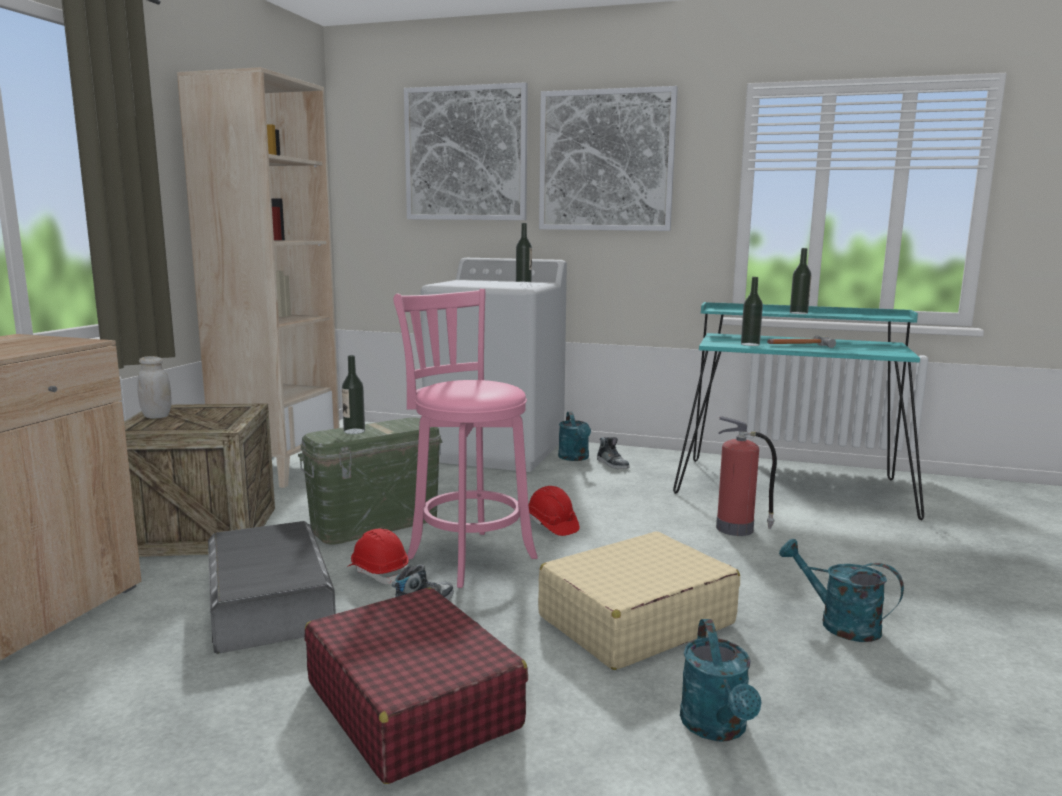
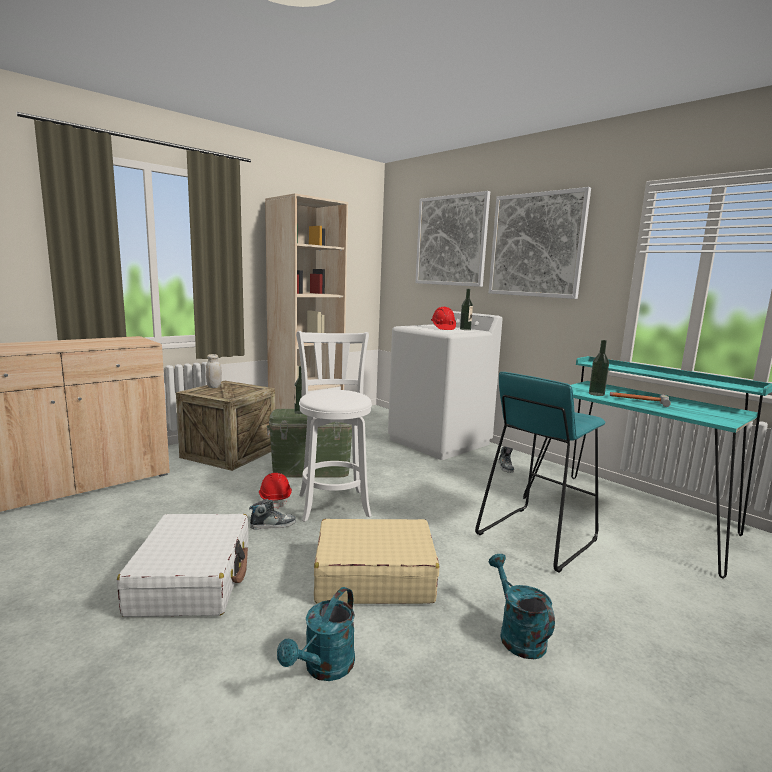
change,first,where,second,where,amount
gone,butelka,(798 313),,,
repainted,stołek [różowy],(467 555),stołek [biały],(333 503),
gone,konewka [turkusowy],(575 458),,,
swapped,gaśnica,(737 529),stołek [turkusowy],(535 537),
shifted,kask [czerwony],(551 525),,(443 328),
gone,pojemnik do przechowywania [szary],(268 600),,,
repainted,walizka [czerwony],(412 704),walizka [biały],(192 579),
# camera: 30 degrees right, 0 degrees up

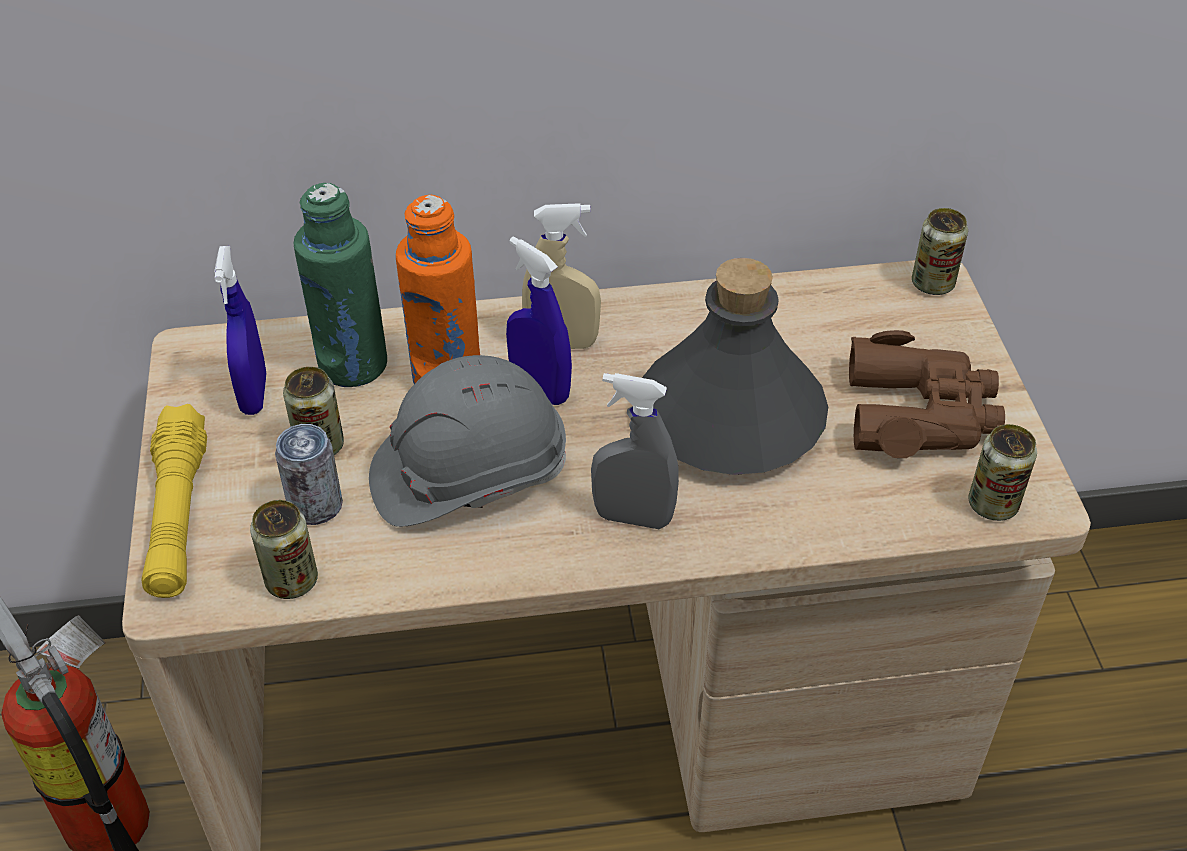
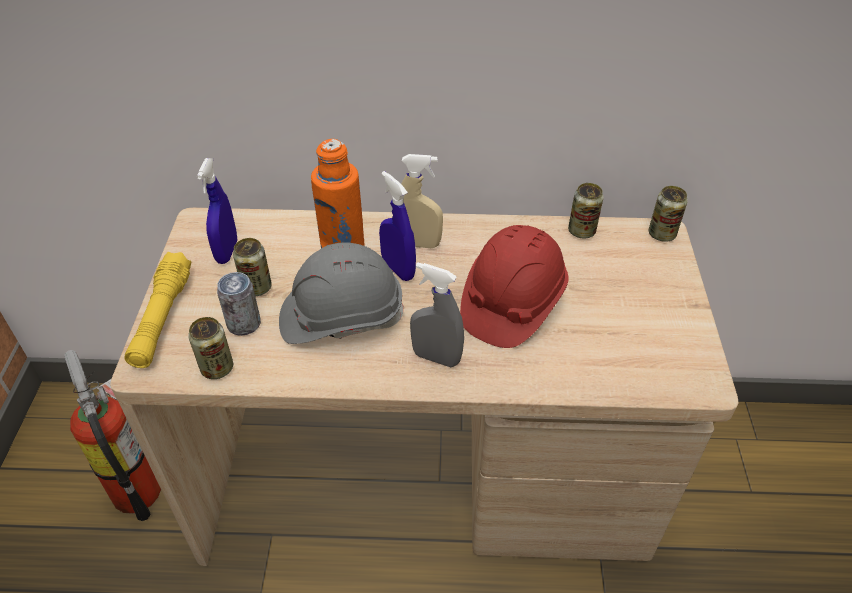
change,first,where,second,where,amount
gone,butelka [zielony],(353 365),,,
swapped,butelka [szary],(728 418),kask [czerwony],(511 303),
gone,lornetka [brązowy],(920 413),,,
shifted,puszka,(993 504),,(581 231),
# camera: 10 degrees right, 0 degrees up

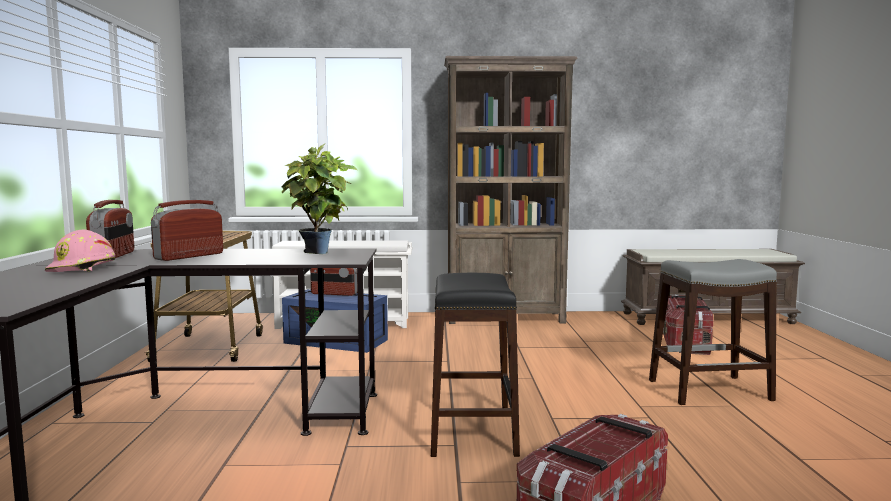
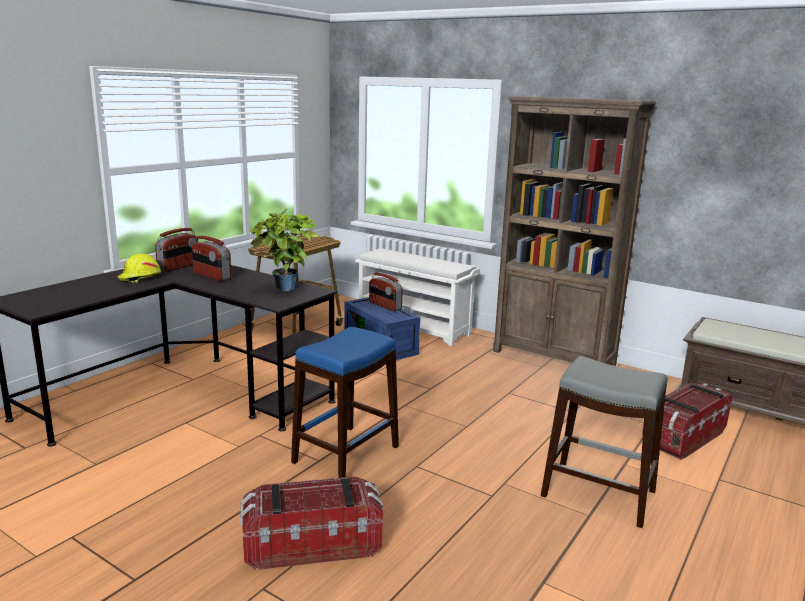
change,first,where,second,where,amount
rotated,radio,(189 256),,(211 276),120 degrees counterclockwise
repainted,kask [różowy],(83 268),kask [żółty],(140 278),
repainted,stołek [czarny],(473 431),stołek [niebieski],(347 454),
# camera: 35 degrees right, 10 degrees up

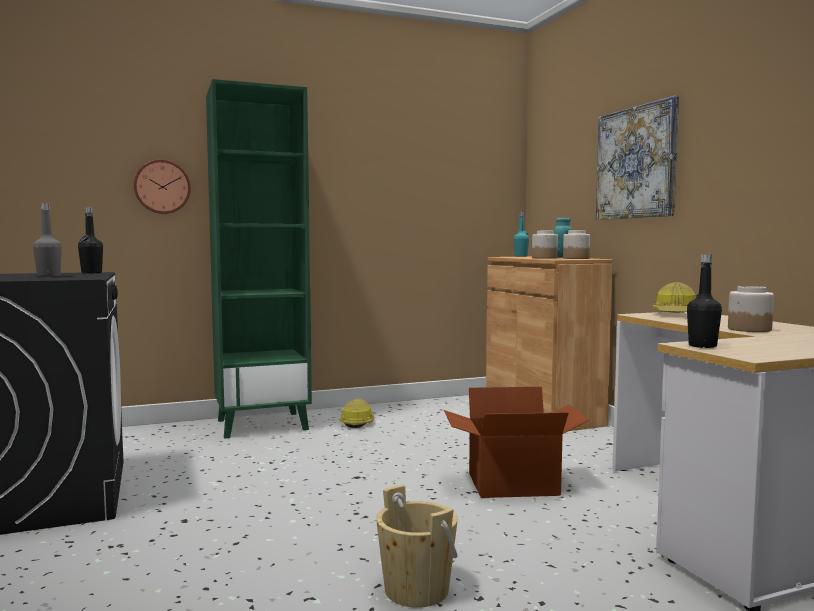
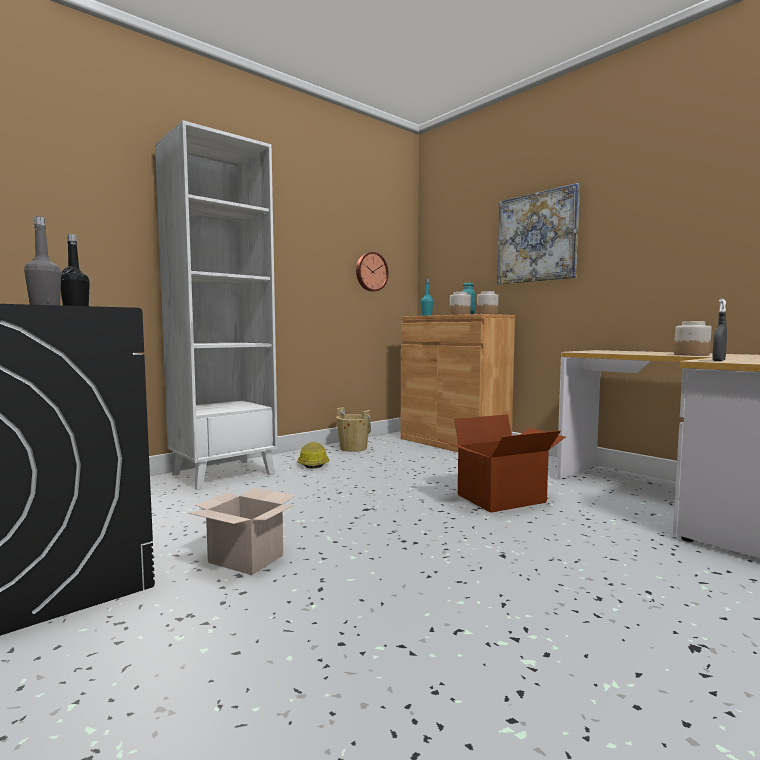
change,first,where,second,where,amount
repainted,regał [zielony],(263 424),regał [biały],(223 474),
shifted,zegar ścienny,(162 187),,(371 272),
swapped,butelka [czarny],(702 346),spryskiwacz [szary],(718 360),
gone,kask,(676 314),,,
shifted,wiadro [beżowy],(416 590),,(353 448),
new,,,karton,(248 559),
# camera: 20 degrees left, 0 degrees up

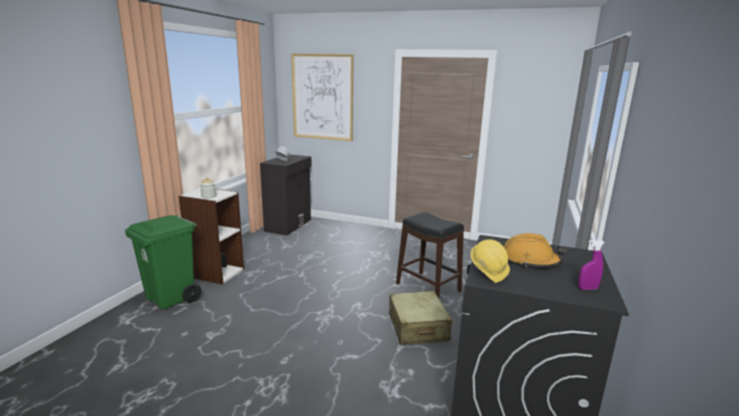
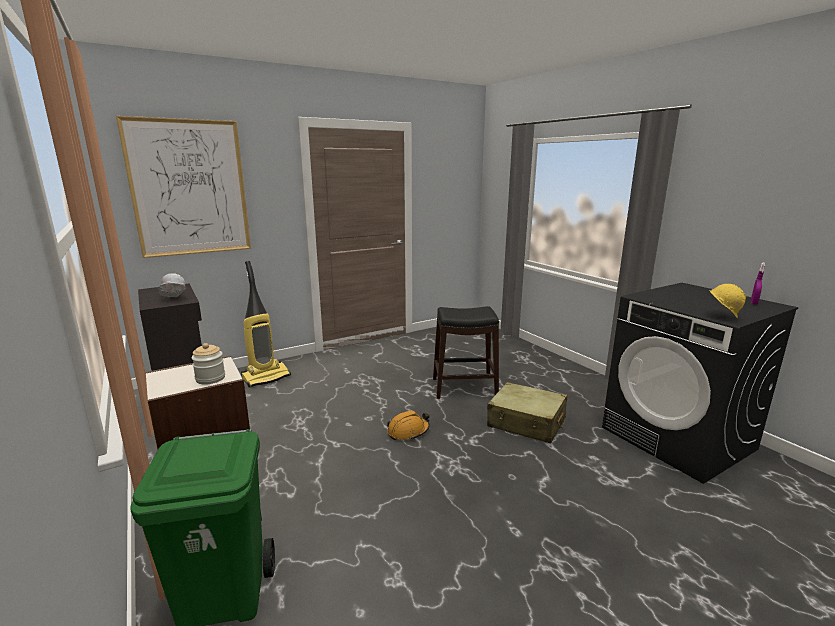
change,first,where,second,where,amount
shifted,kask [pomarańczowy],(530 260),,(408 431),
new,,,odkurzacz,(266 377),
# camera: 50 degrees left, 0 degrees up

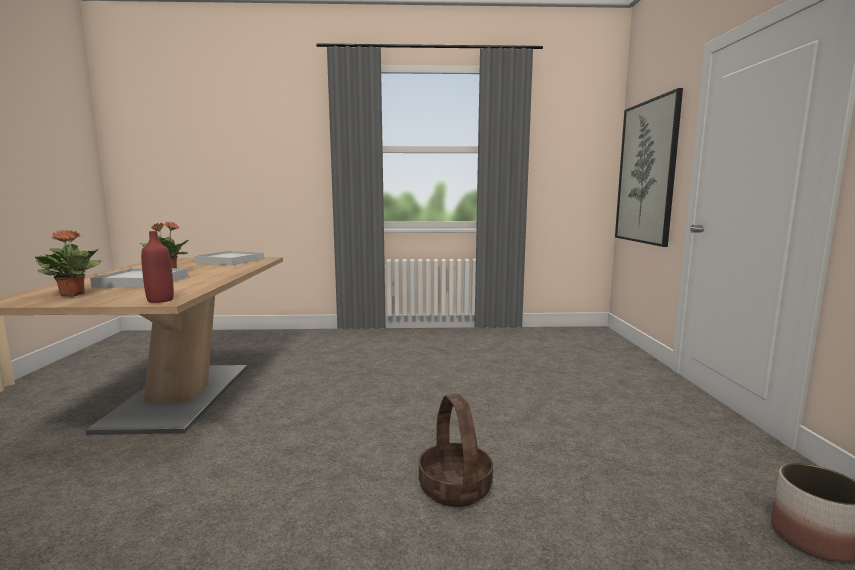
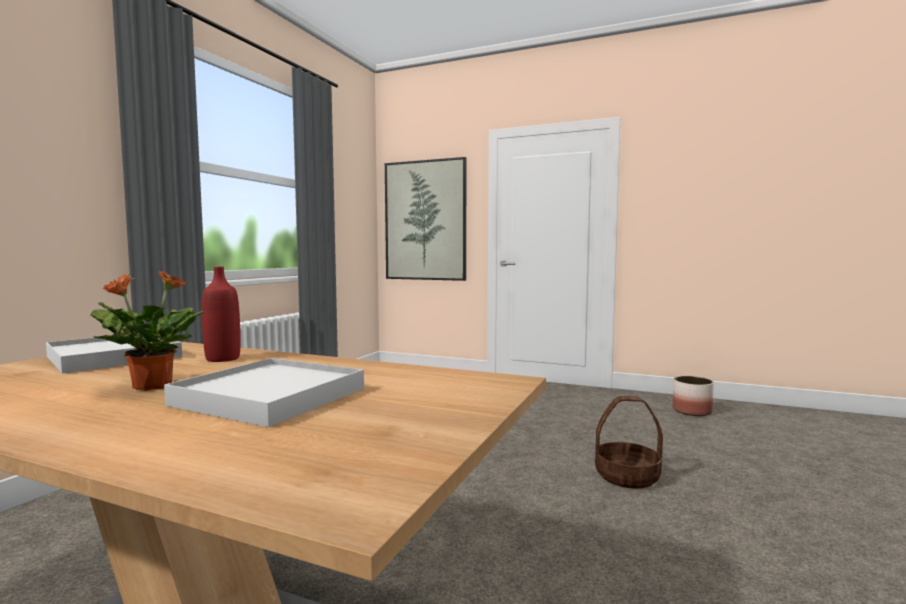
change,first,where,second,where,amount
gone,roślina doniczkowa,(73 294),,,
shifted,butelka [czerwony],(160 300),,(223 359),
# camera: 65 degrees left, 5 degrees down

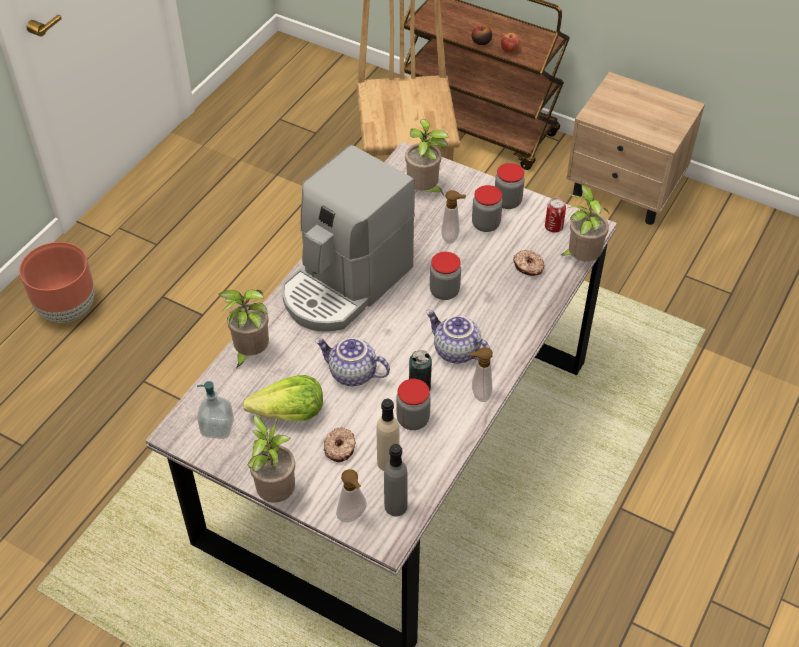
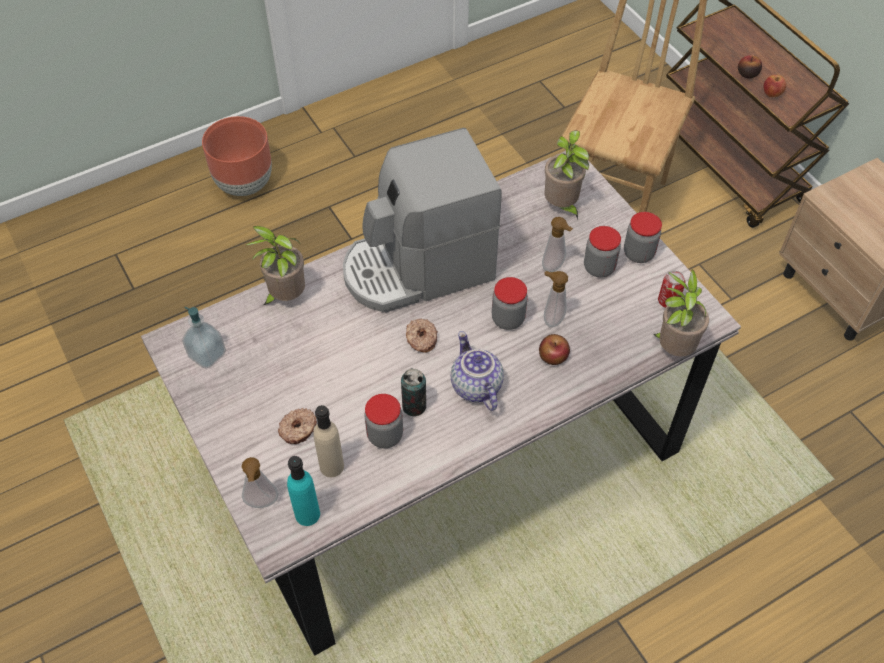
change,first,where,second,where,amount
shifted,donut,(528 267),,(421 339),
gone,imbryk,(352 374),,,
shifted,dozownik mydła,(479 394),,(551 318),
gone,sałata,(289 414),,,
gone,roślina doniczkowa,(276 492),,,
repainted,butelka [szary],(395 506),butelka [turkusowy],(307 514),
new,,,jabłko,(553 356),
# camera: 30 degrees right, 5 degrees up

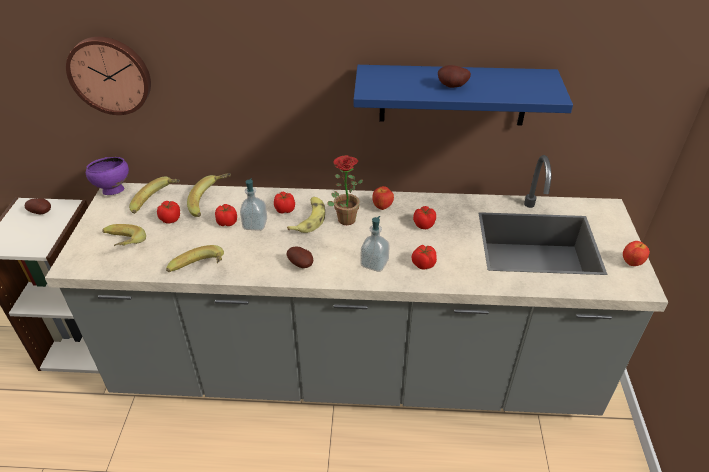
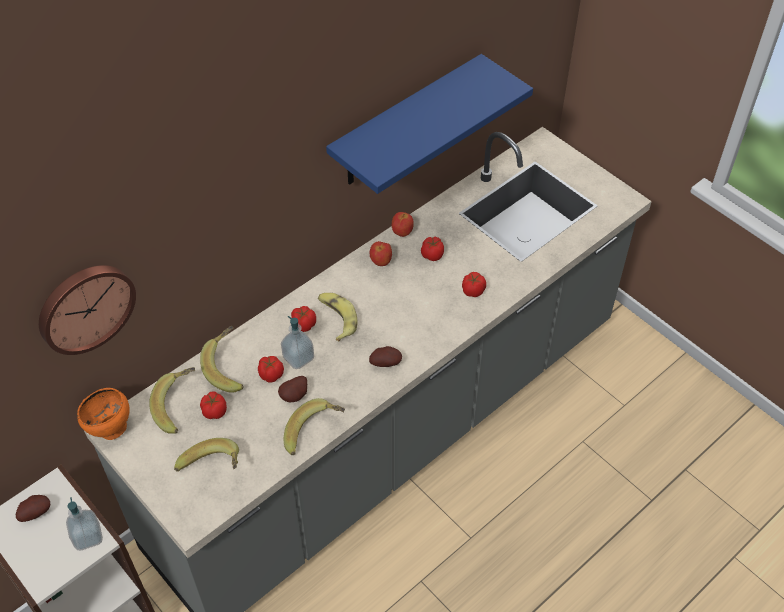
change,first,where,second,where,amount
shifted,ziemniak,(452 87),,(295 396),
gone,roślina doniczkowa,(344 217),,,
repainted,miska [fioletowy],(113 190),miska [pomarańczowy],(110 429),
shifted,dozownik mydła,(374 263),,(88 537),
shifted,jabłko,(631 263),,(402 232),
# camera: 45 degrees left, 10 degrees up

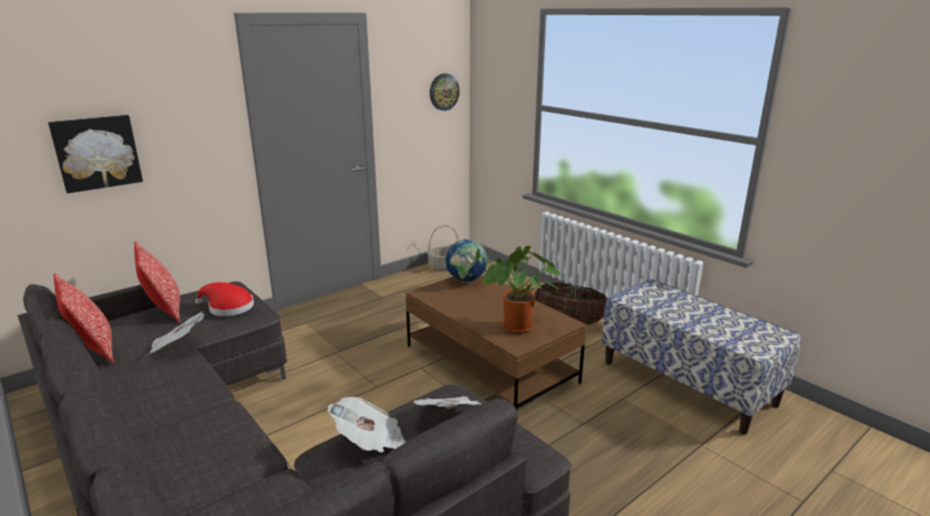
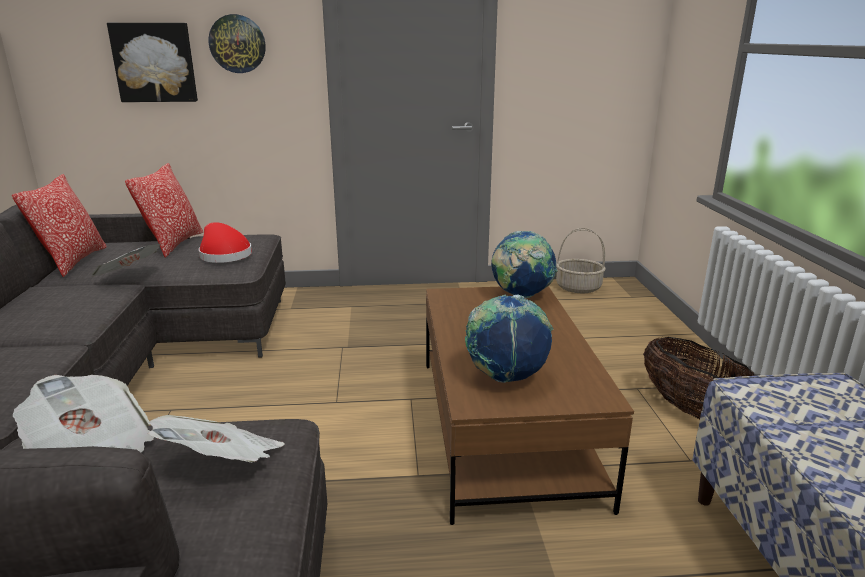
change,first,where,second,where,amount
shifted,zegar ścienny,(444 92),,(237 44),
swapped,roślina doniczkowa,(516 328),globus,(506 378),
# camera: 35 degrees right, 0 degrees up

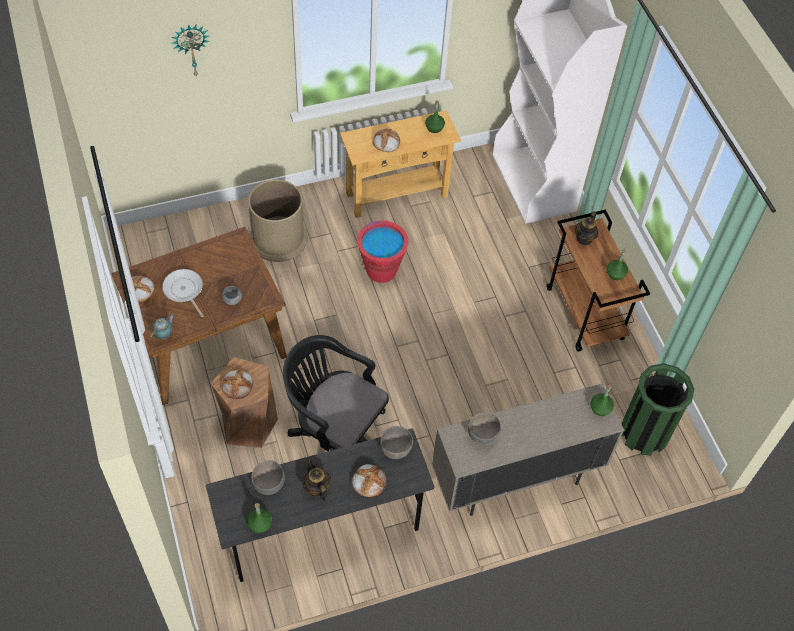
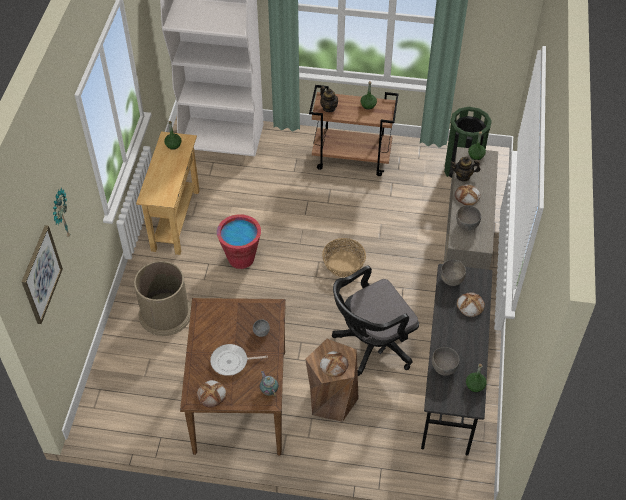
change,first,where,second,where,amount
shifted,chleb,(386 142),,(467 196),
shifted,imbryk,(317 488),,(463 176),
new,,,obraz,(41 274),
new,,,koszyk,(344 264),
# camera: 60 degrees left, 5 degrees down

